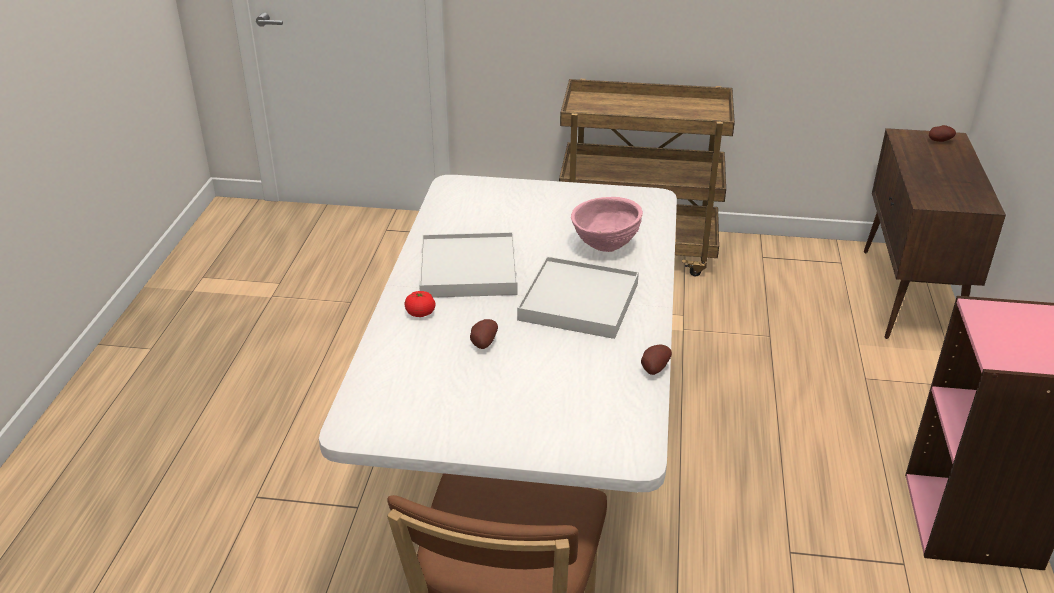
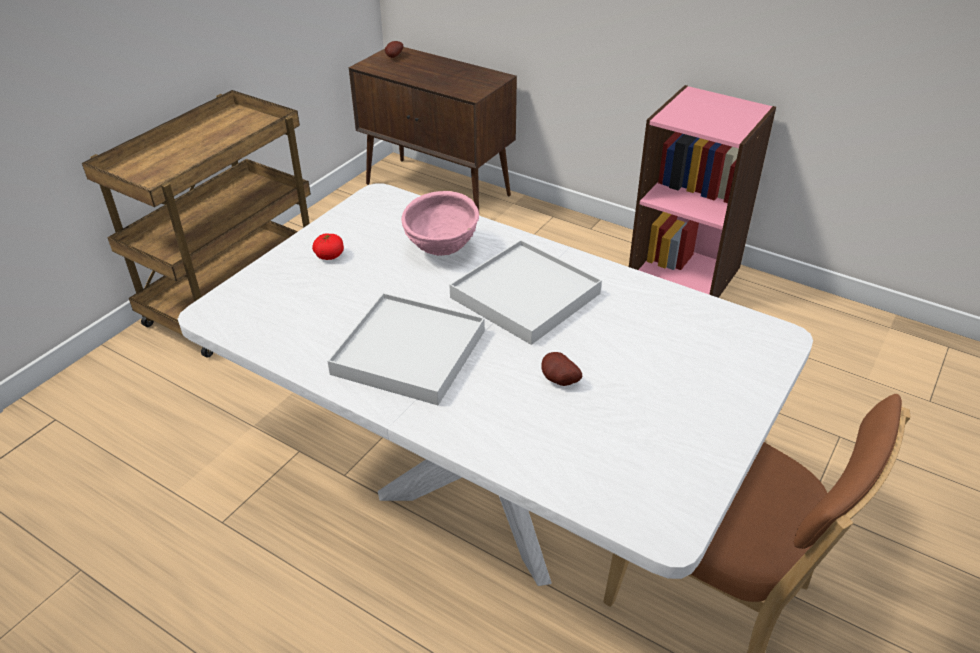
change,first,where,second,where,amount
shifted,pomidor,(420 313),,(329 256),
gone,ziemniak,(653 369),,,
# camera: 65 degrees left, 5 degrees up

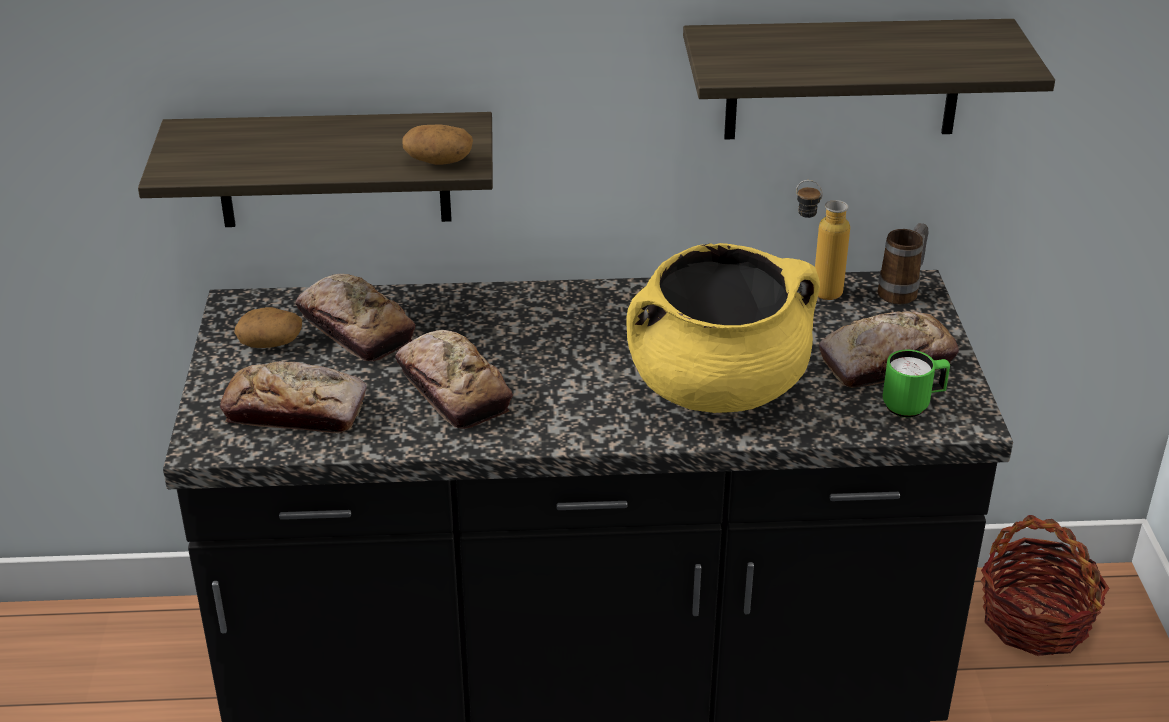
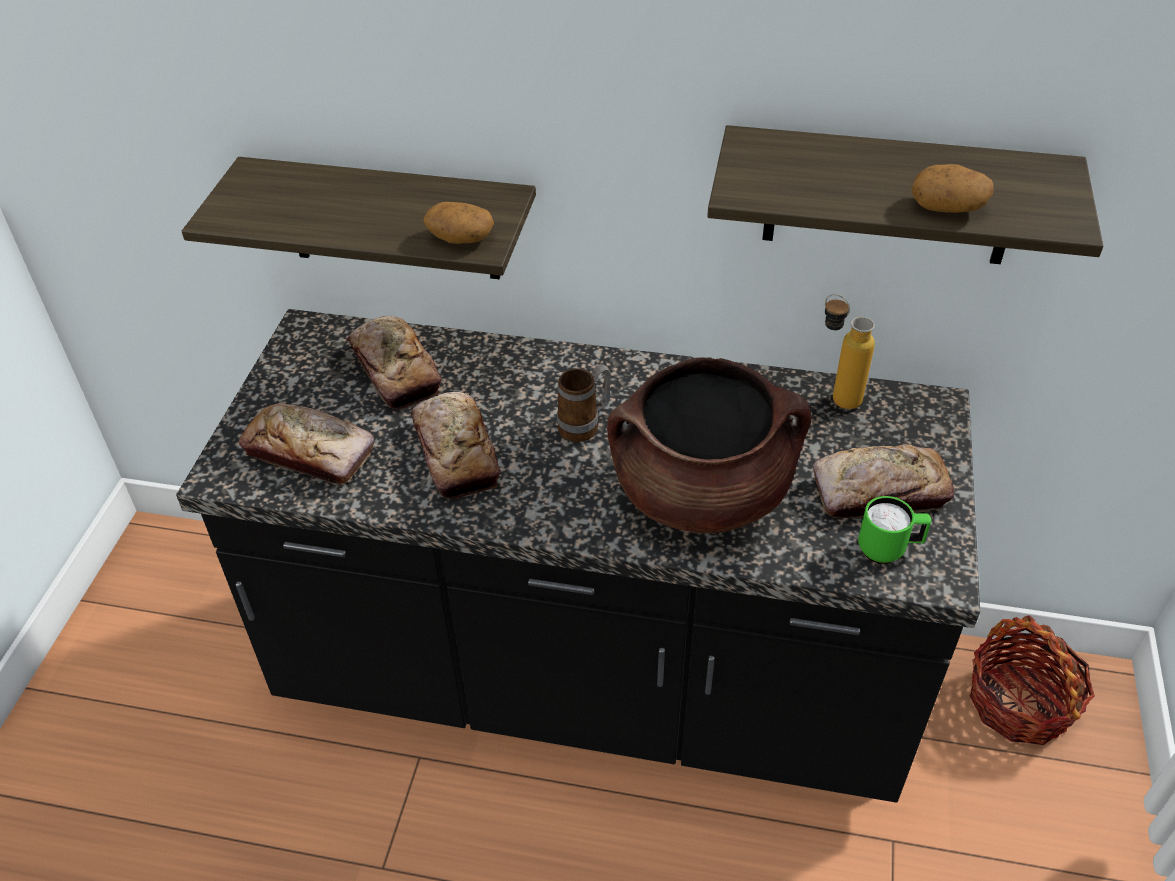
change,first,where,second,where,amount
shifted,kubek,(902 291),,(585 425),
repainted,garnek [żółty],(717 387),garnek [brązowy],(701 493),
shifted,ziemniak,(271 342),,(948 207),
# camera: 15 degrees right, 10 degrees up

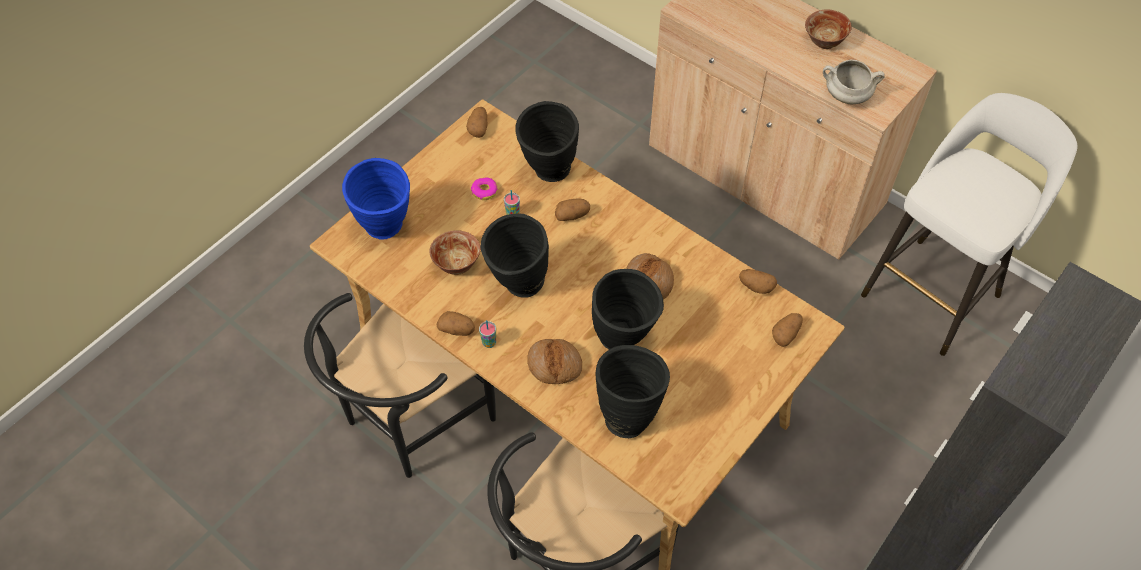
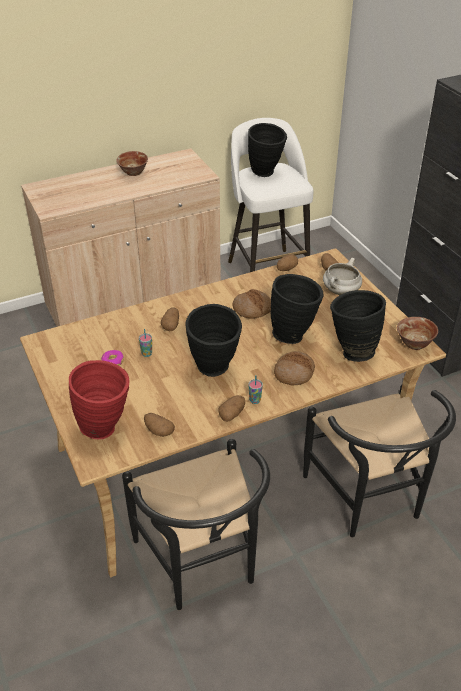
change,first,where,second,where,amount
shifted,garnek [biały],(846 96),,(341 292),
shifted,wazon [czarny],(548 175),,(266 174),
shifted,ziemniak,(478 128),,(158 431),
repainted,wazon [niebieski],(387 231),wazon [czerwony],(106 428),
shifted,miska,(456 264),,(414 344),
# camera: 65 degrees left, 15 degrees down

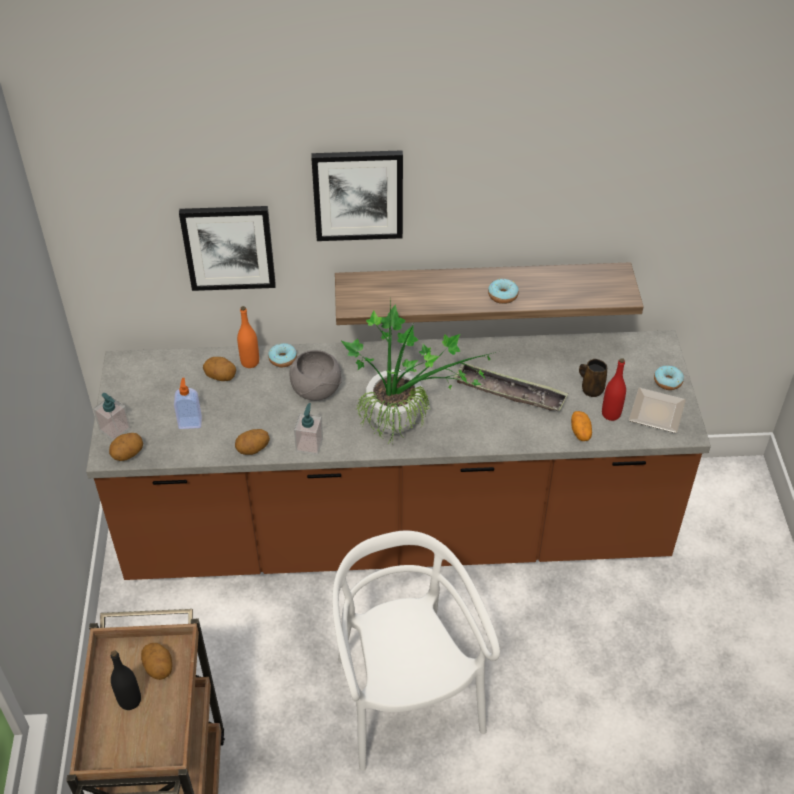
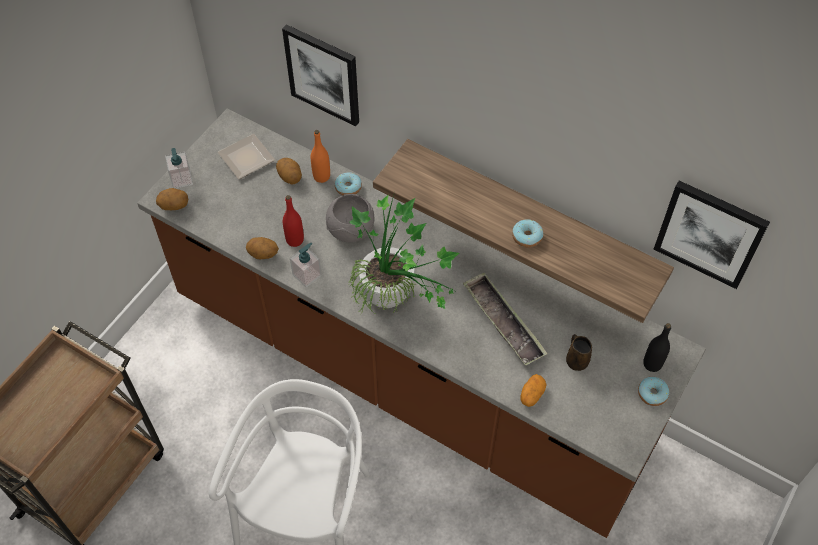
change,first,where,second,where,amount
shifted,obraz,(358 194),,(710 233),
shifted,butelka [czerwony],(611 414),,(295 240),
gone,dozownik mydła,(190 422),,,
shifted,talerz,(655 411),,(247 157),
gone,ziemniak,(159 668),,,
shifted,butelka [czarny],(130 700),,(652 364),
# camera: 35 degrees right, 10 degrees up

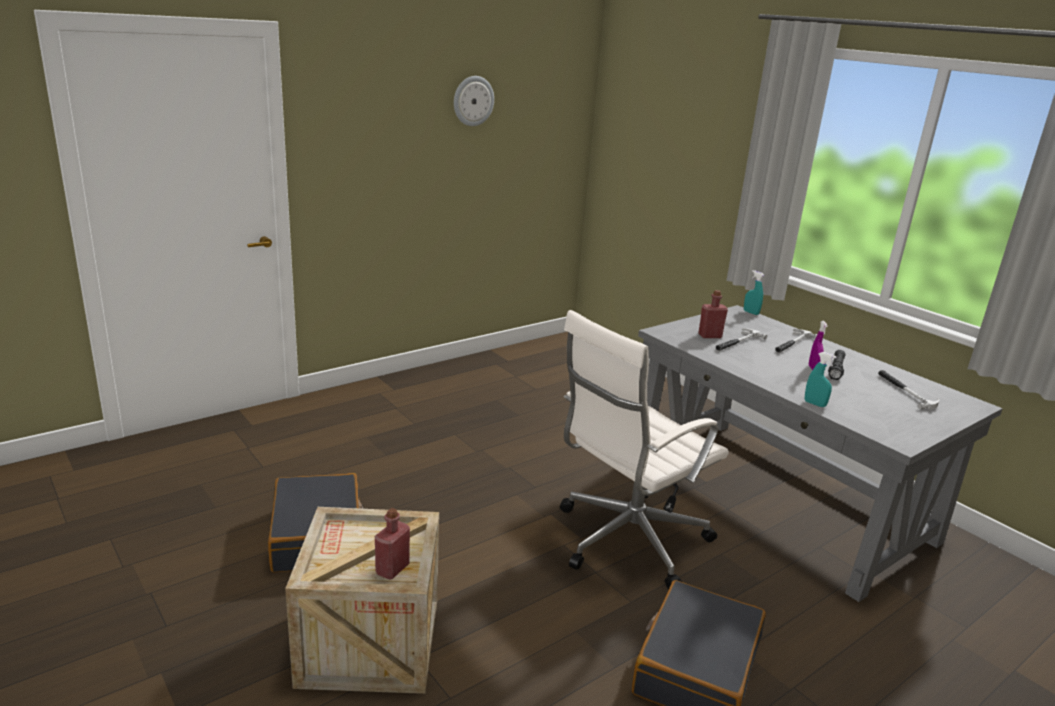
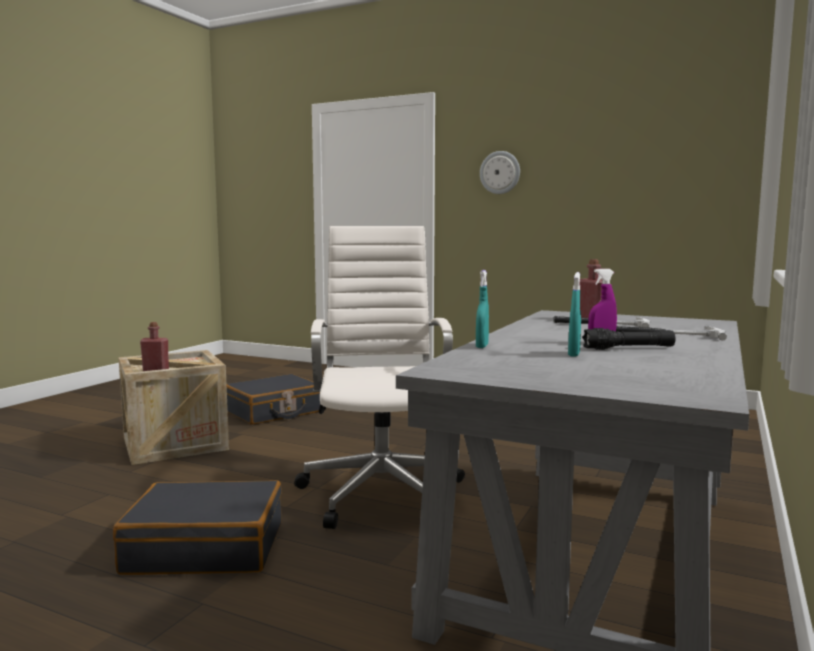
change,first,where,second,where,amount
shifted,zegar ścienny,(473 101),,(500 172),
shifted,spryskiwacz [turkusowy],(751 312),,(574 354),
rotated,krzesło biurowe [biały],(627 540),,(382 491),60 degrees clockwise
gone,młotek,(905 391),,,
# camera: 65 degrees right, 15 degrees down

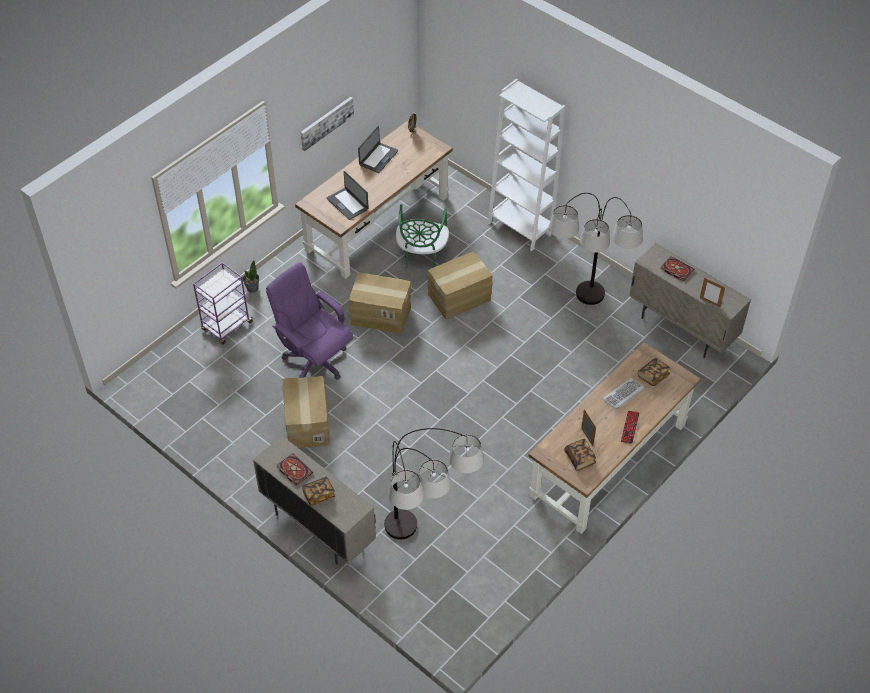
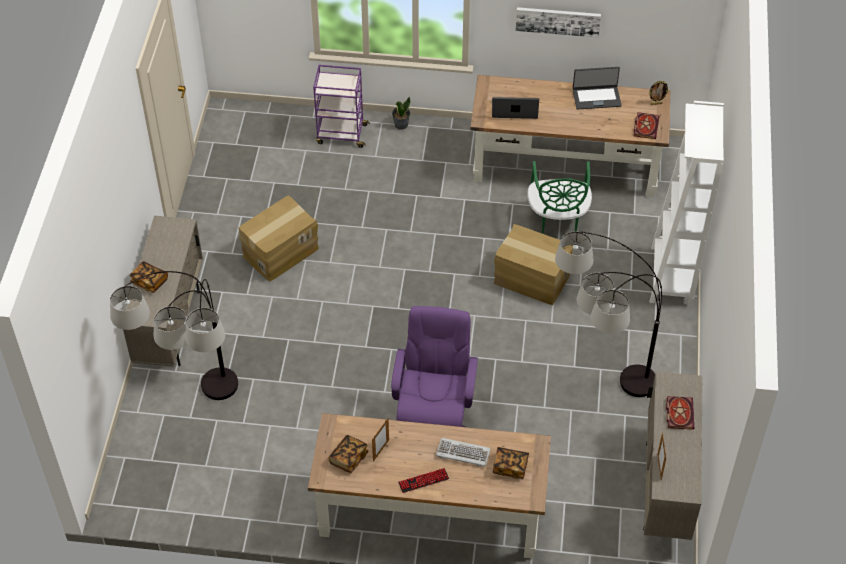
change,first,where,second,where,amount
rotated,laptop,(348 203),,(514 110),75 degrees clockwise
rotated,krzesło [zielony],(421 255),,(557 220),60 degrees counterclockwise
shifted,krzesło biurowe [fioletowy],(314 360),,(433 421),
gone,karton,(381 314),,,
shifted,książka,(293 470),,(645 126),
# camera: 55 degrees right, 0 degrees up

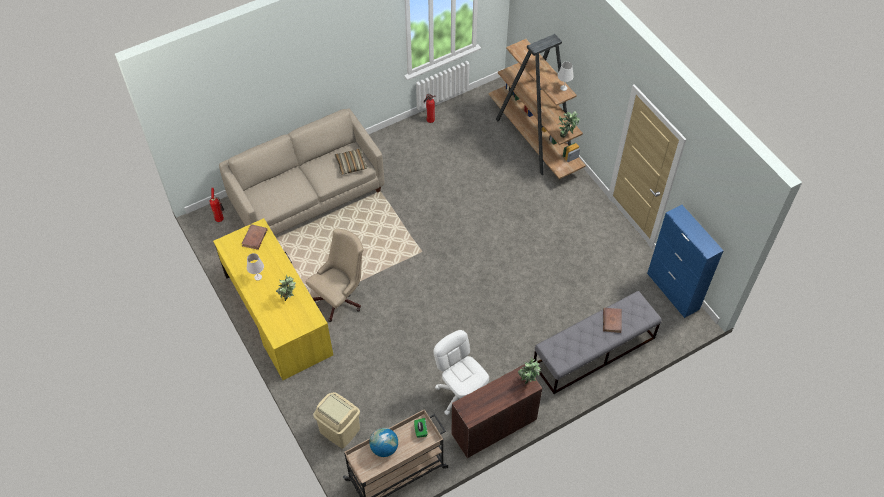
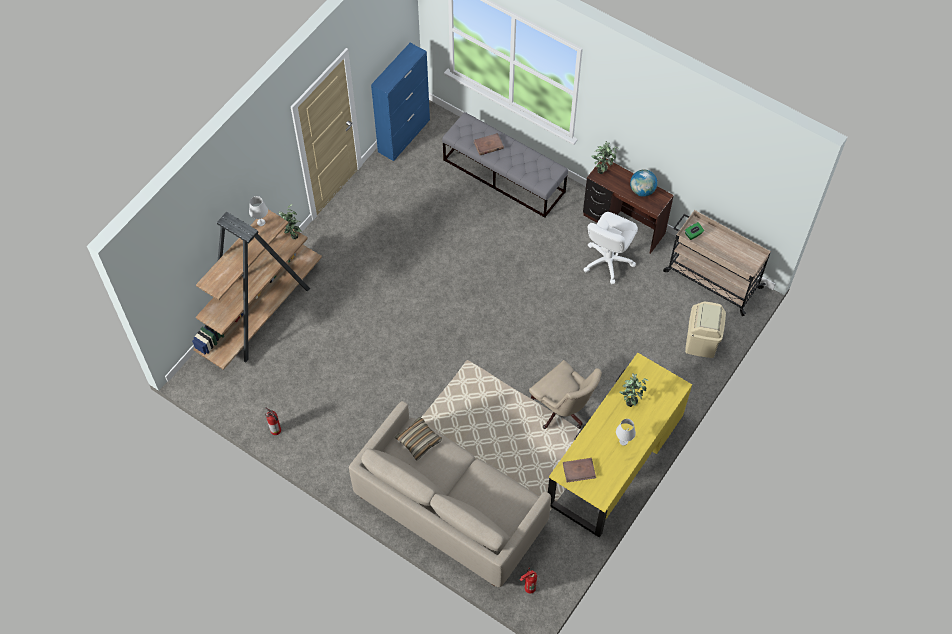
change,first,where,second,where,amount
rotated,krzesło biurowe [beżowy],(340 297),,(563 410),150 degrees counterclockwise
shifted,globus,(384 448),,(642 190),
# camera: 115 degrees left, 5 degrees up

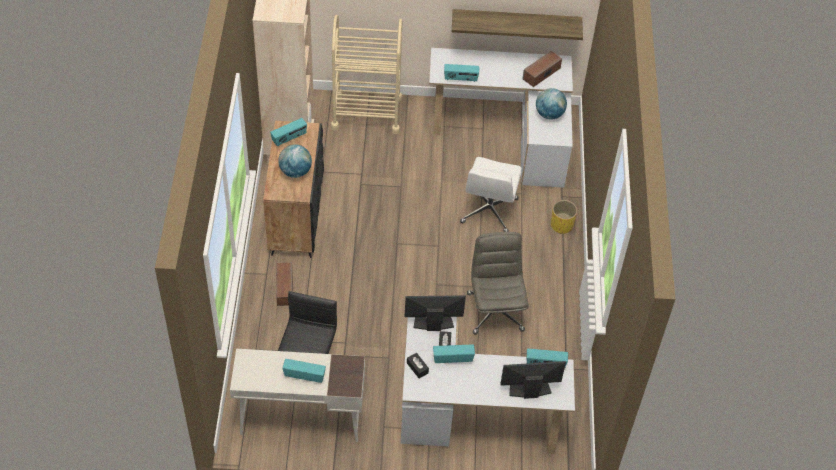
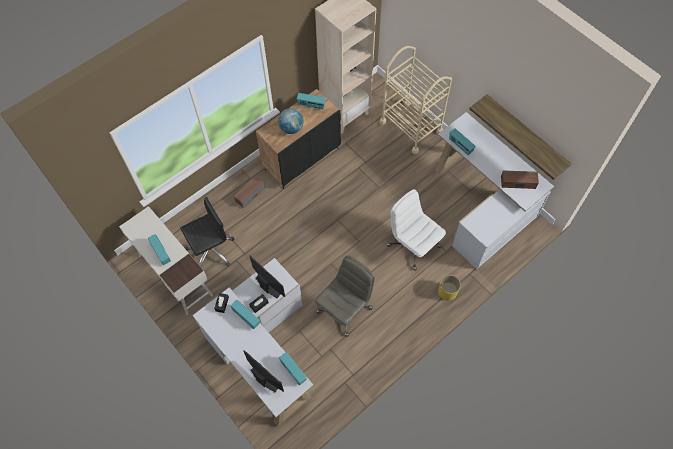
change,first,where,second,where,amount
gone,globus,(549 114),,,
rotated,krzesło biurowe [biały],(489 211),,(413 245),75 degrees clockwise
# camera: 50 degrees right, 10 degrees up

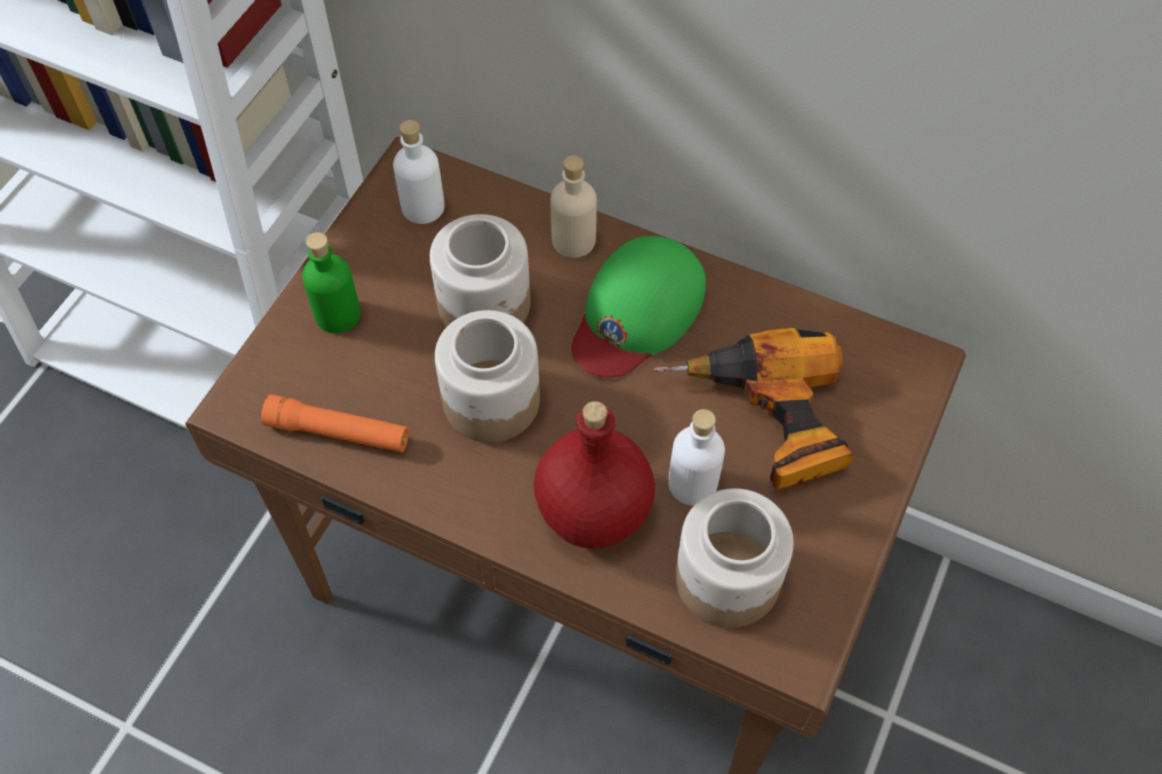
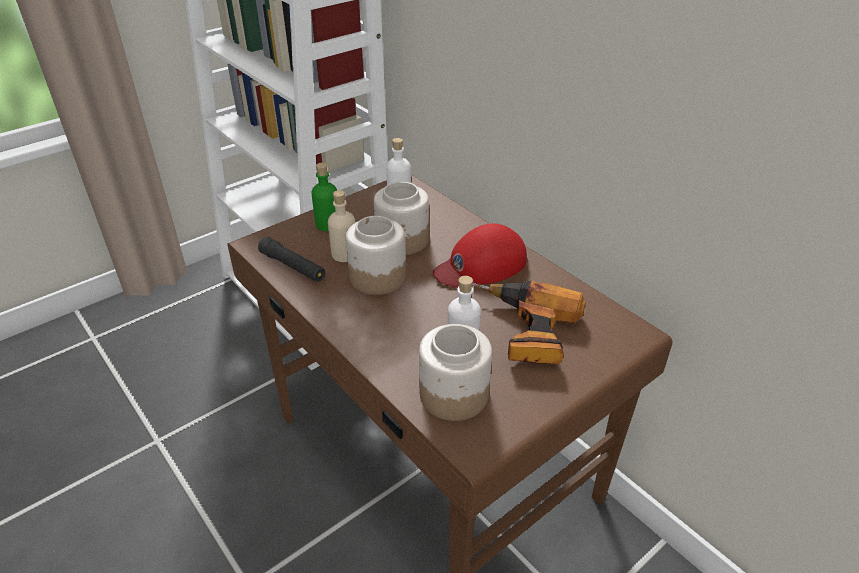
change,first,where,second,where,amount
shifted,butelka [beżowy],(573 240),,(344 254),
repainted,czapka z daszkiem [zielony],(637 312),czapka z daszkiem [czerwony],(481 265),
repainted,latarka [pomarańczowy],(339 432),latarka [czarny],(293 266),
gone,butelka [czerwony],(591 512),,,
# camera: 25 degrees right, 20 degrees down

